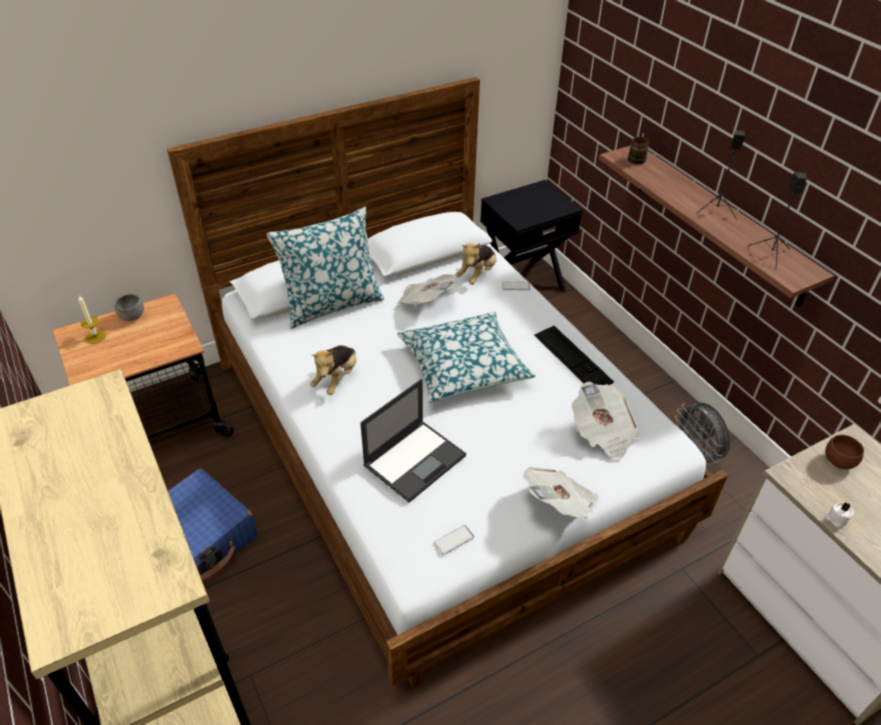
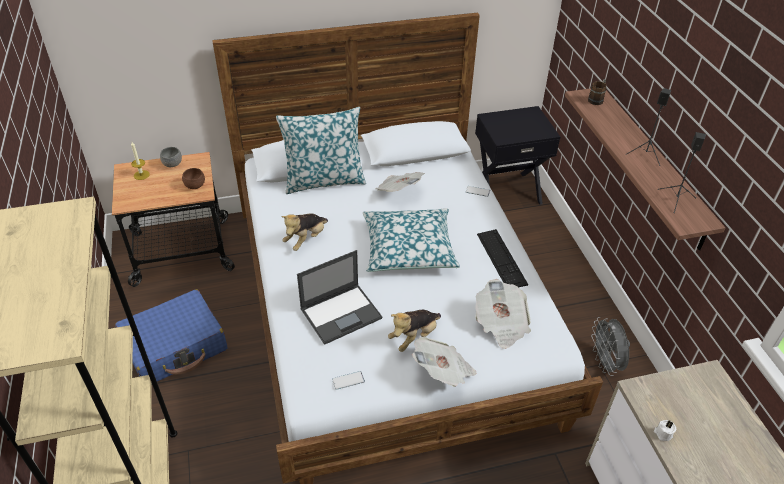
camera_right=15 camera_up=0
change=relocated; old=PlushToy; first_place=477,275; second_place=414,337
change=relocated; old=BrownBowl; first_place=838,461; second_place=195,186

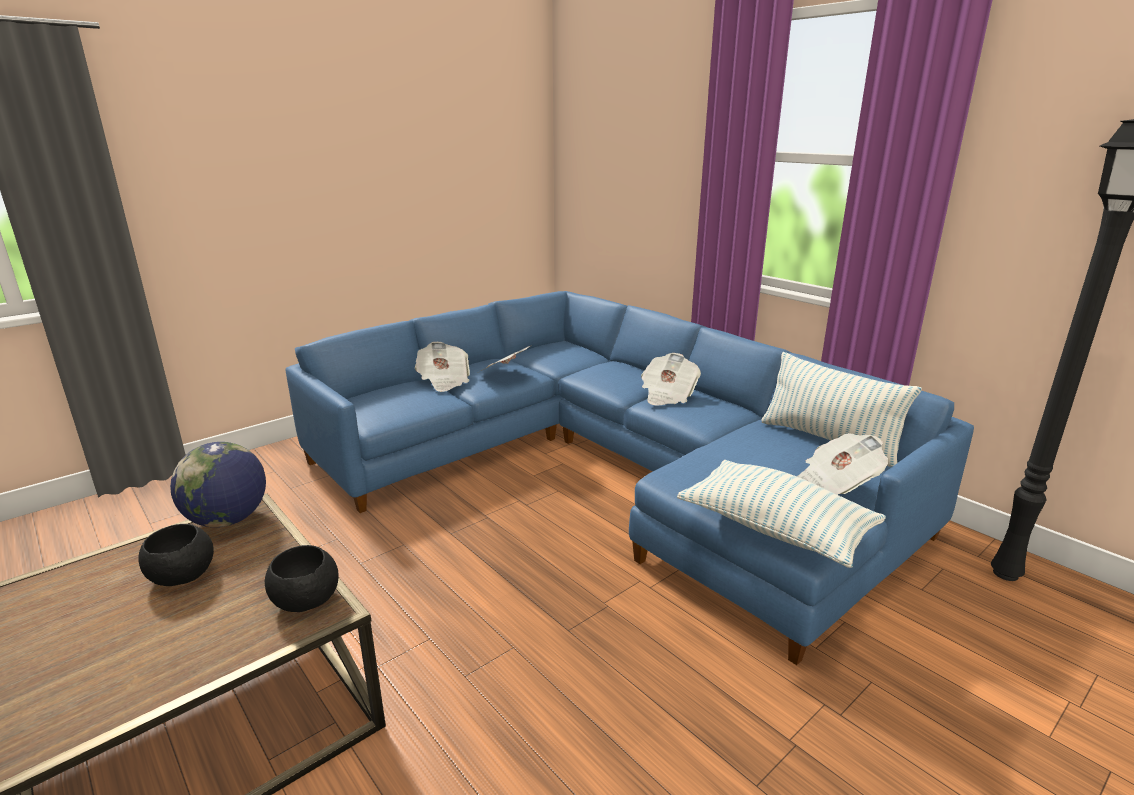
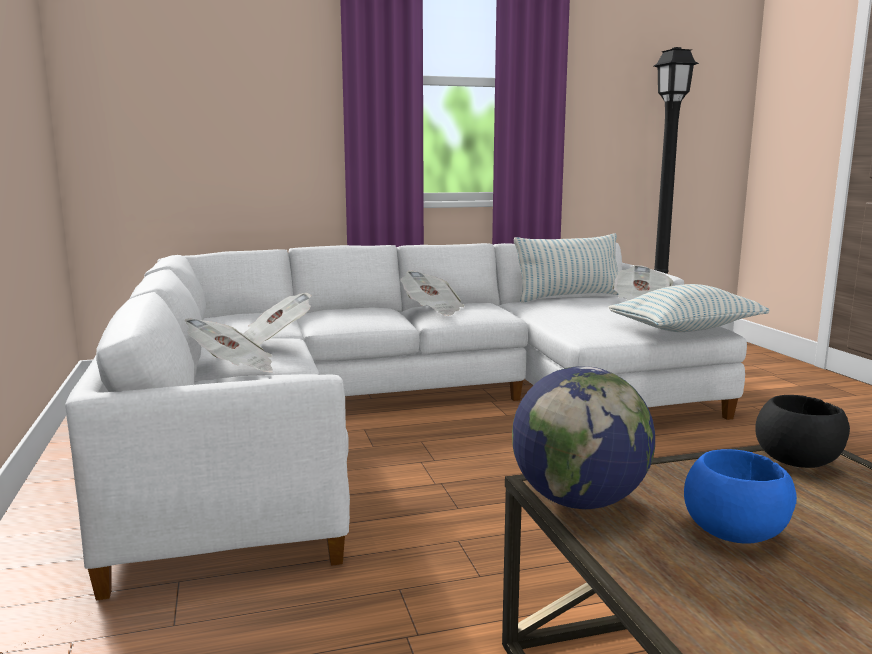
camera_right=-65 camera_up=-10
change=colour; old=BlackBowl; new=BlueBowl; first_place=181,577; second_place=736,534
change=colour; old=BlueSofa; new=WhiteSofa; first_place=609,469; second_place=405,413

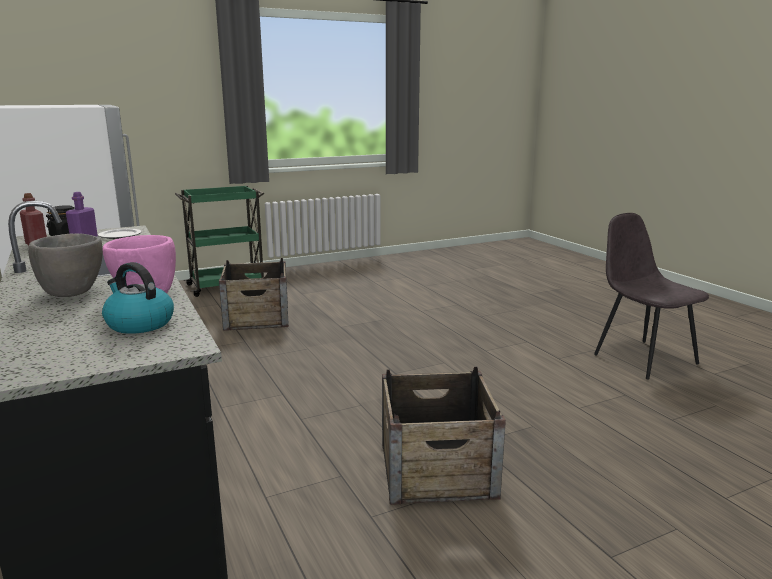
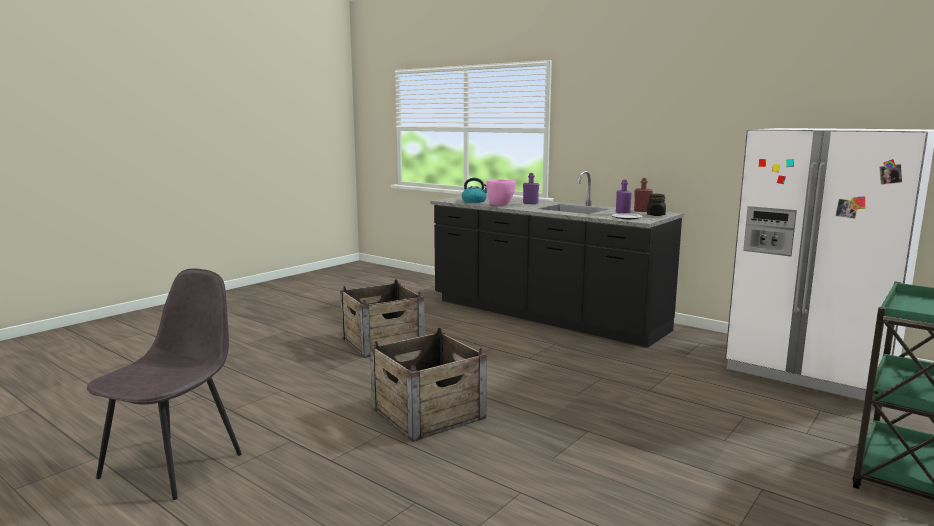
camera_right=155 camera_up=-5
change=exchanged; old=GreyBowl; new=PurpleBottle; first_place=73,293; second_place=530,203
change=relocated; old=Crate; first_place=257,317; second_place=427,413
change=spun; old=GreyChair; first_place=643,358; second_place=175,464; degrees=-105

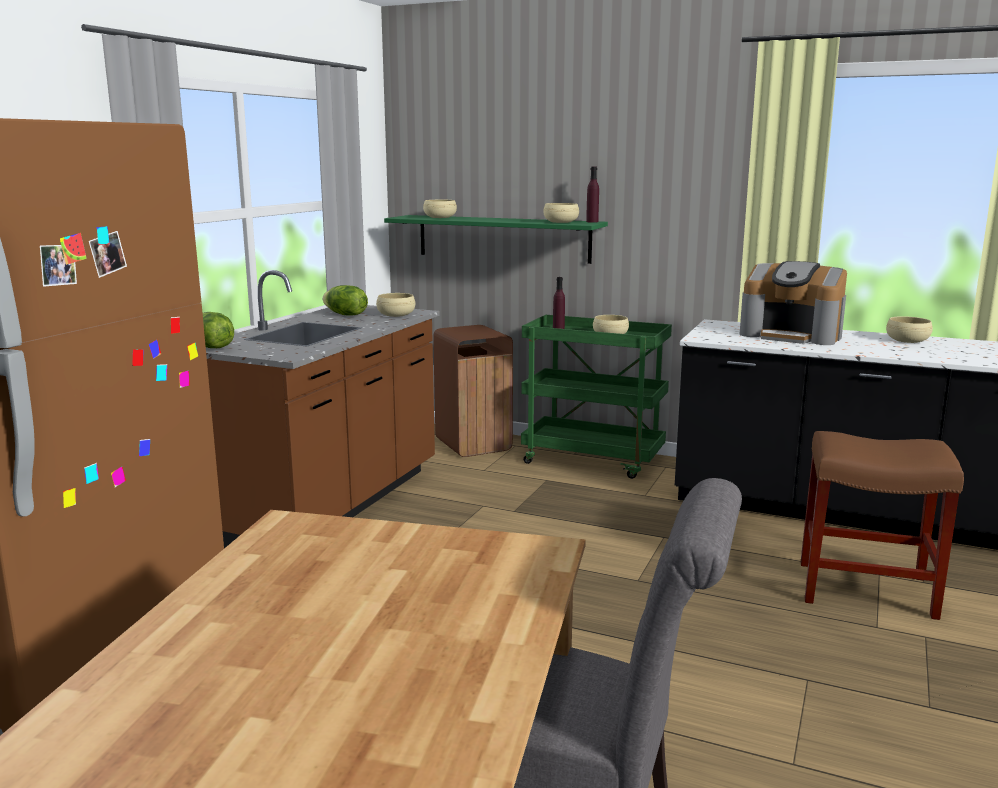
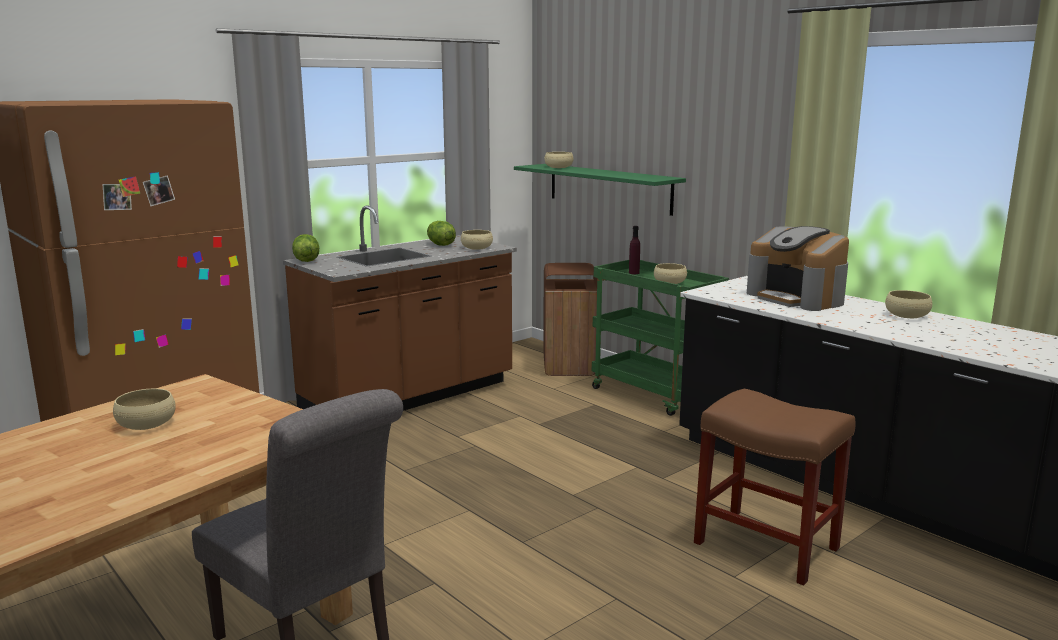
camera_right=25 camera_up=0
change=relocated; old=BeigeBowl; first_place=561,222; second_place=146,424
change=missing; old=PurpleBottle; first_place=592,222

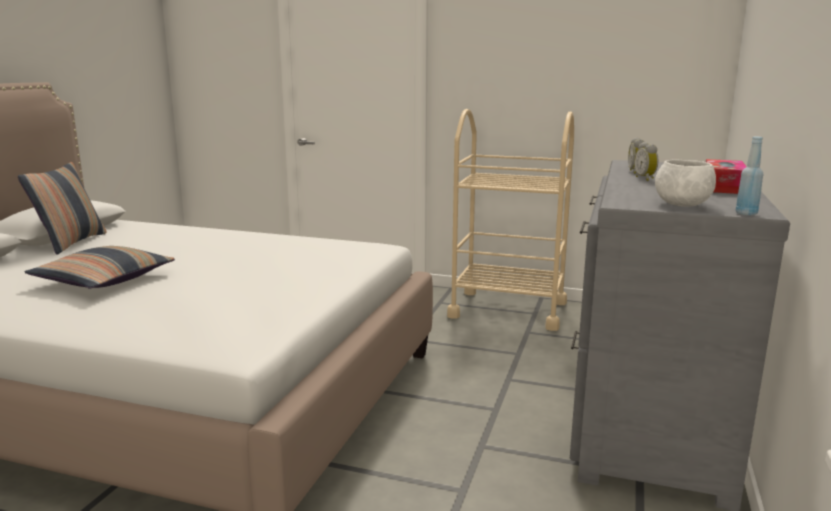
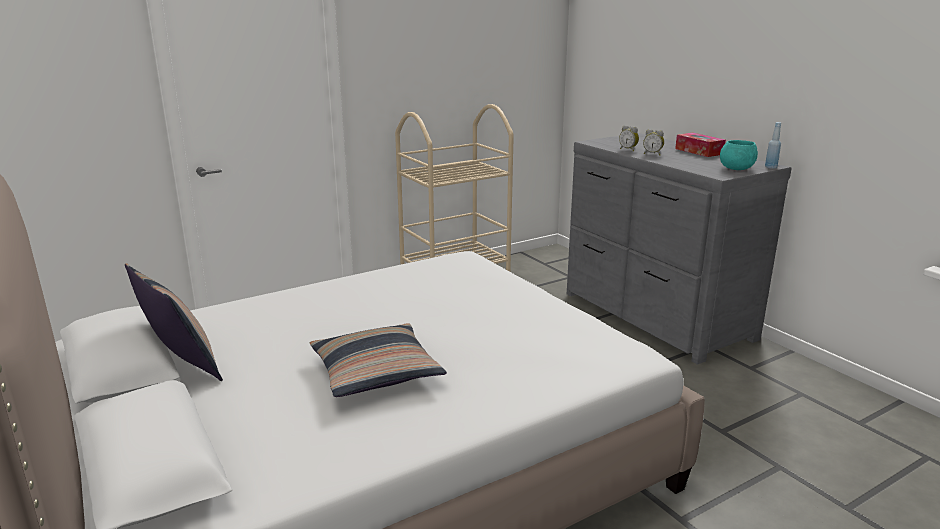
camera_right=-50 camera_up=5
change=colour; old=WhiteBowl; new=TurquoiseBowl; first_place=681,205; second_place=736,169

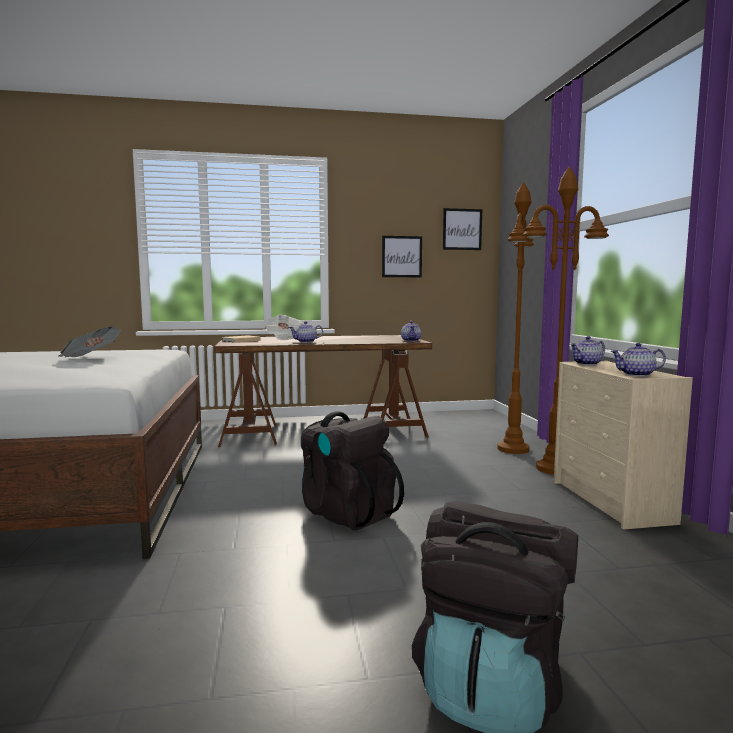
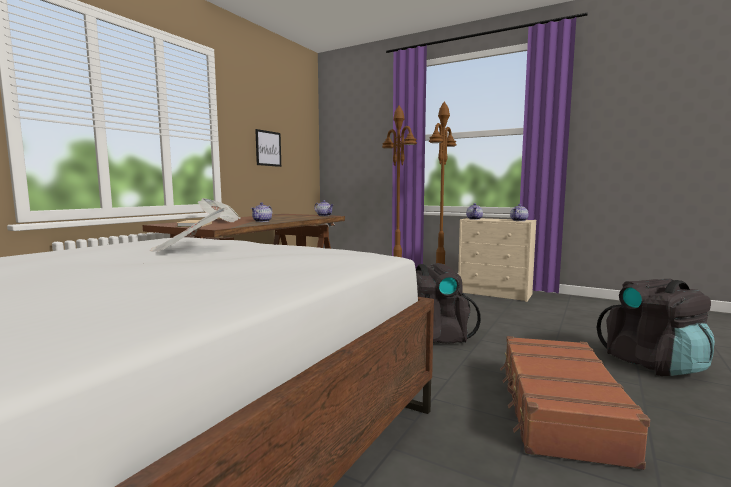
camera_right=-50 camera_up=0
change=missing; old=Picture; first_place=462,229
change=appeared; new=BrownSuitcase; second_place=558,410

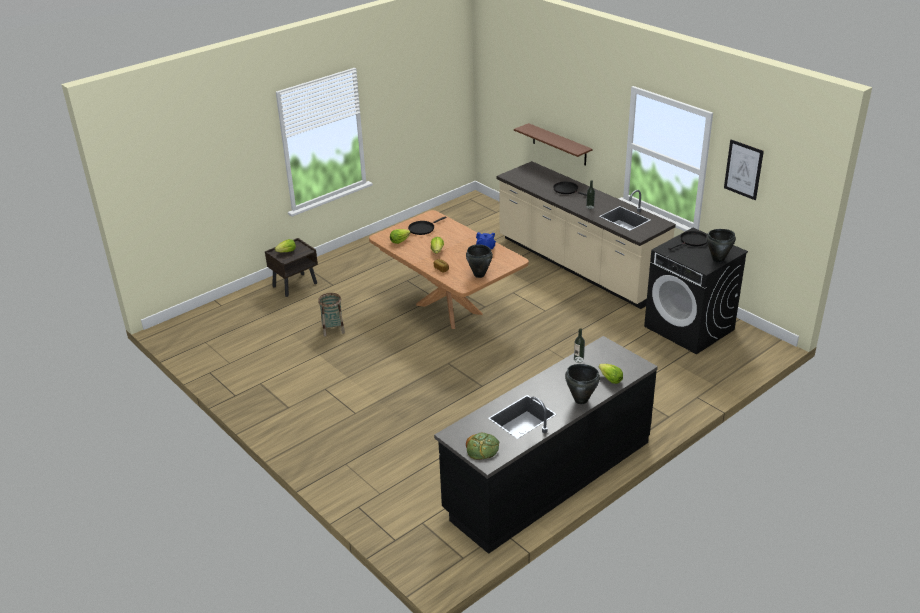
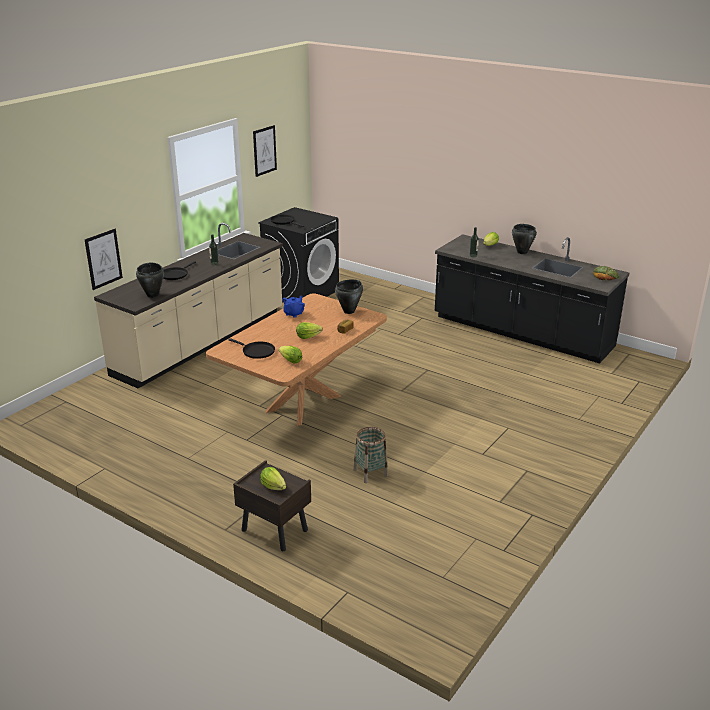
camera_right=-105 camera_up=-5
change=exchanged; old=BrownShelf; new=Picture; first_place=559,144; second_place=103,259
change=relocated; old=BlackCookingPot; first_place=718,259; second_place=153,295

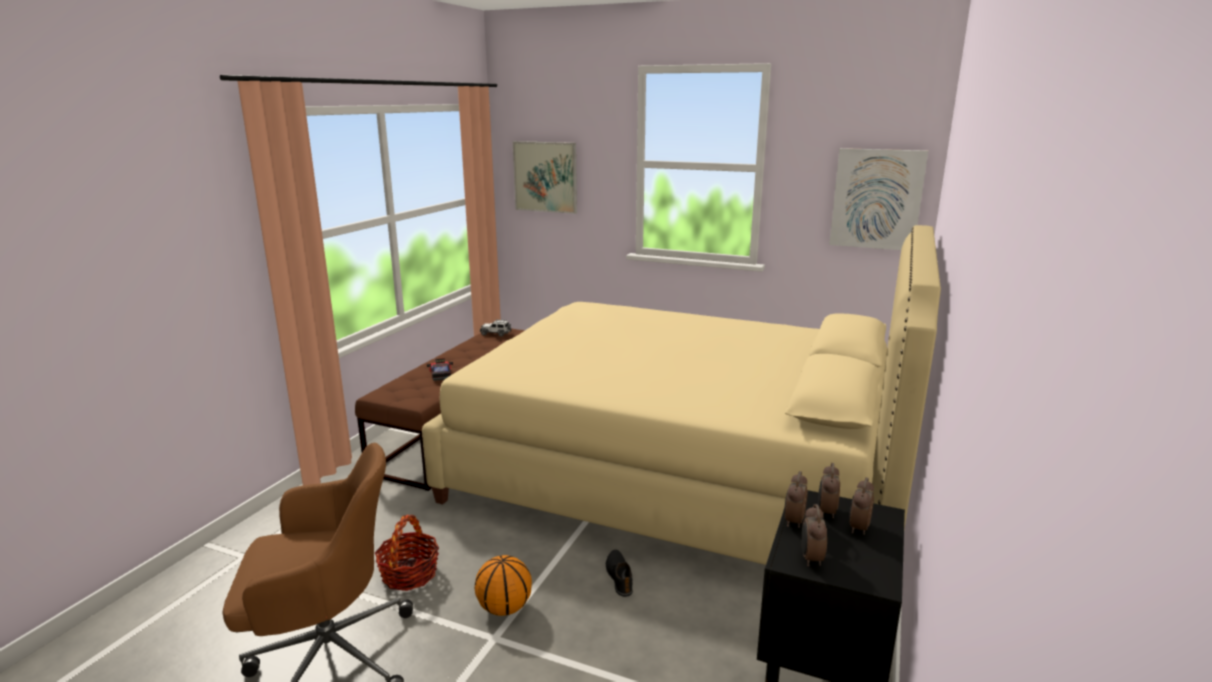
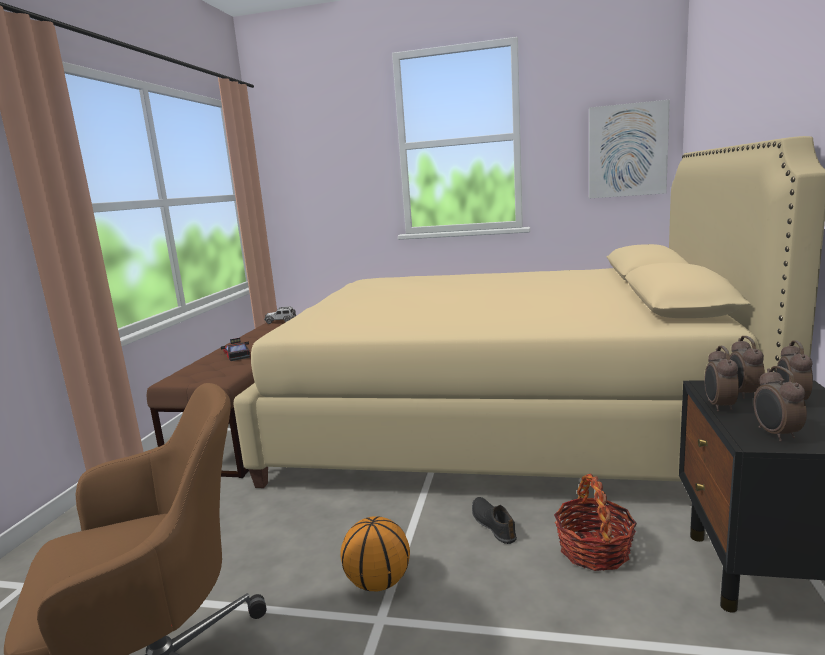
camera_right=-10 camera_up=-5
change=relocated; old=Basket; first_place=409,574; second_place=594,550
change=missing; old=Picture; first_place=545,177

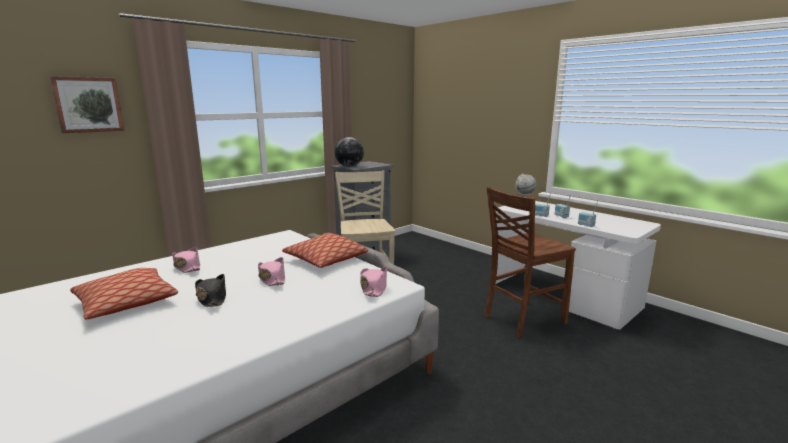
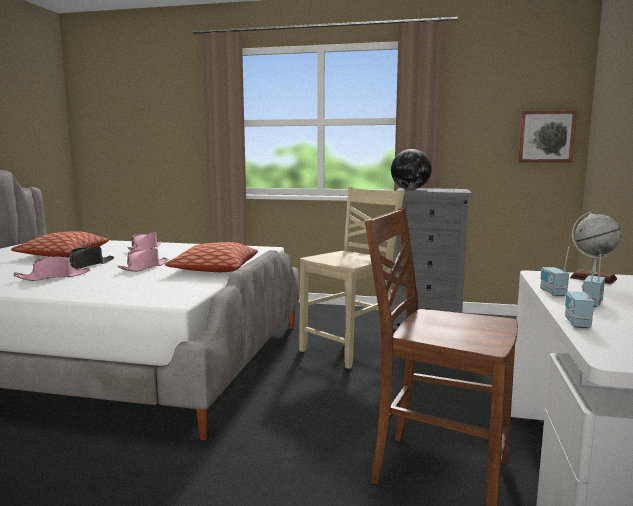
camera_right=55 camera_up=-5
change=relocated; old=Picture; first_place=88,104; second_place=546,136
change=relocated; old=PinkHat; first_place=374,287; second_place=53,277

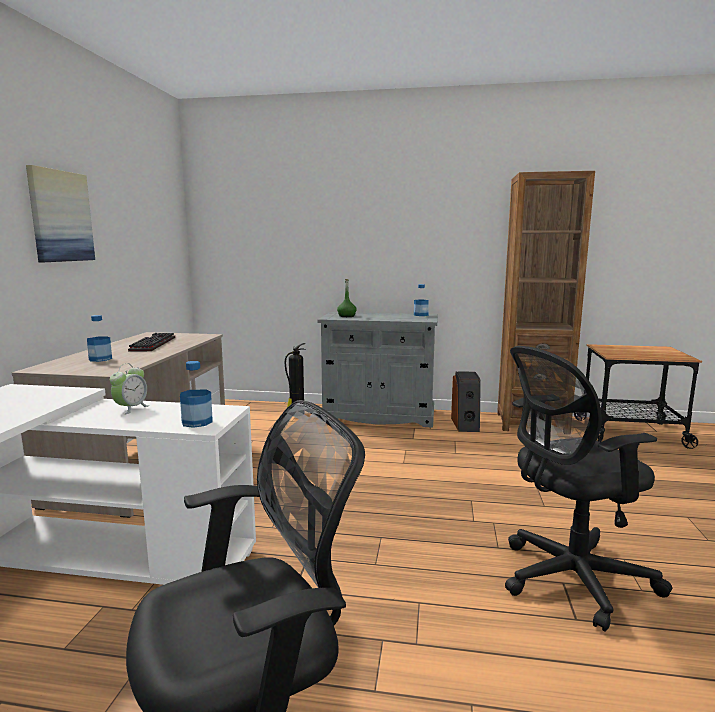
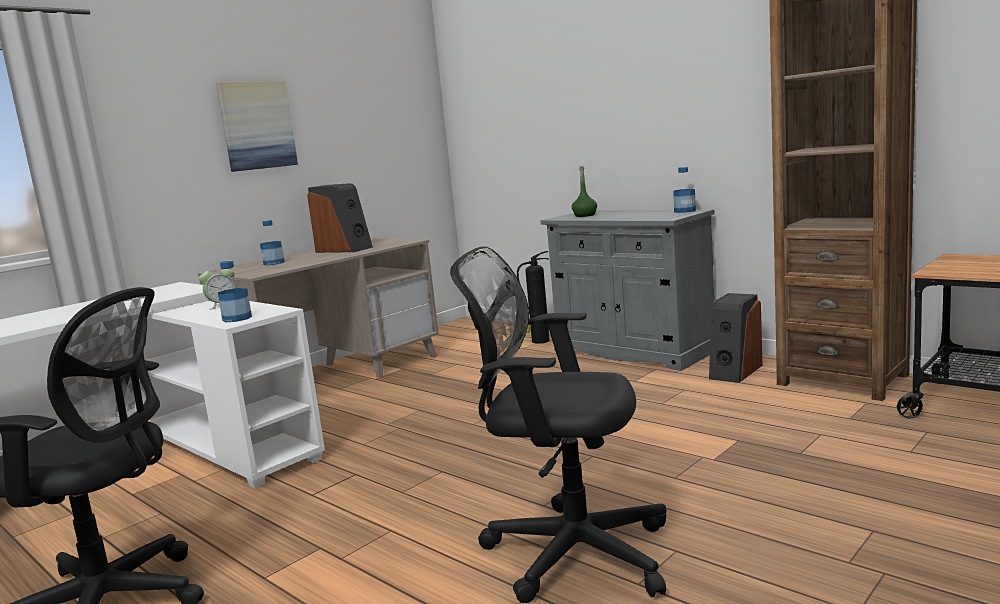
camera_right=35 camera_up=0
change=exchanged; old=Keyboard; new=Speaker; first_place=152,344; second_place=344,249

